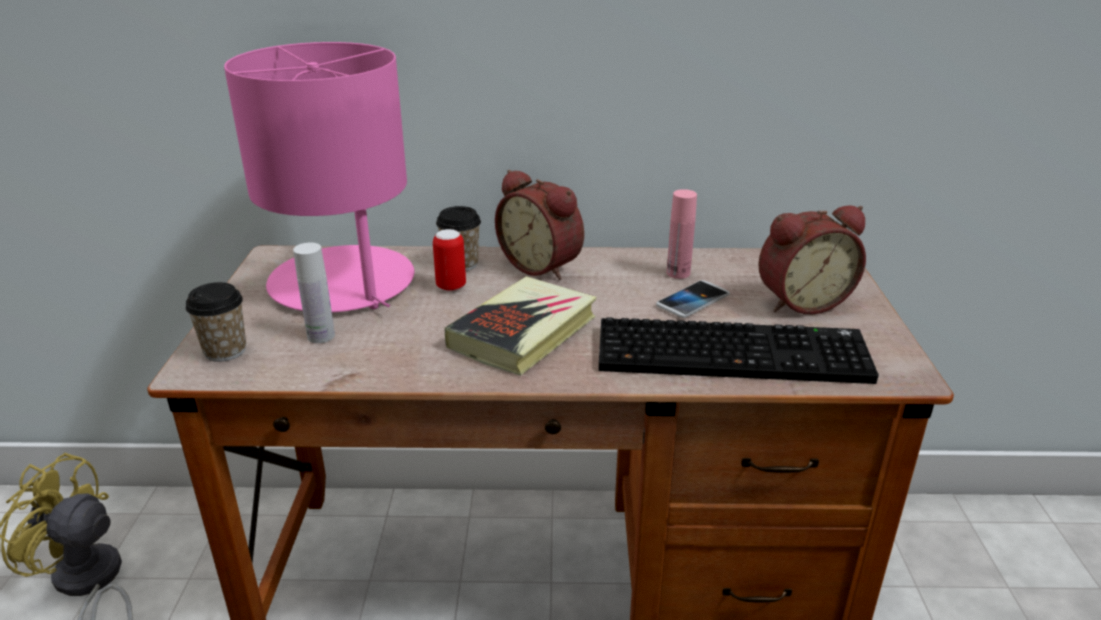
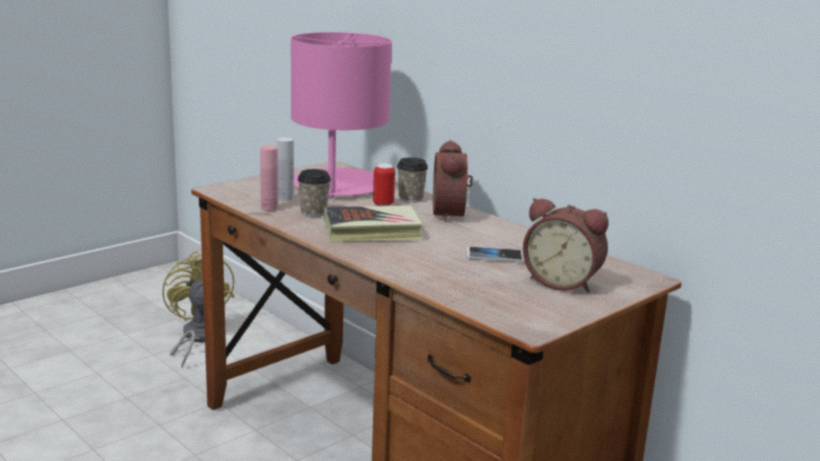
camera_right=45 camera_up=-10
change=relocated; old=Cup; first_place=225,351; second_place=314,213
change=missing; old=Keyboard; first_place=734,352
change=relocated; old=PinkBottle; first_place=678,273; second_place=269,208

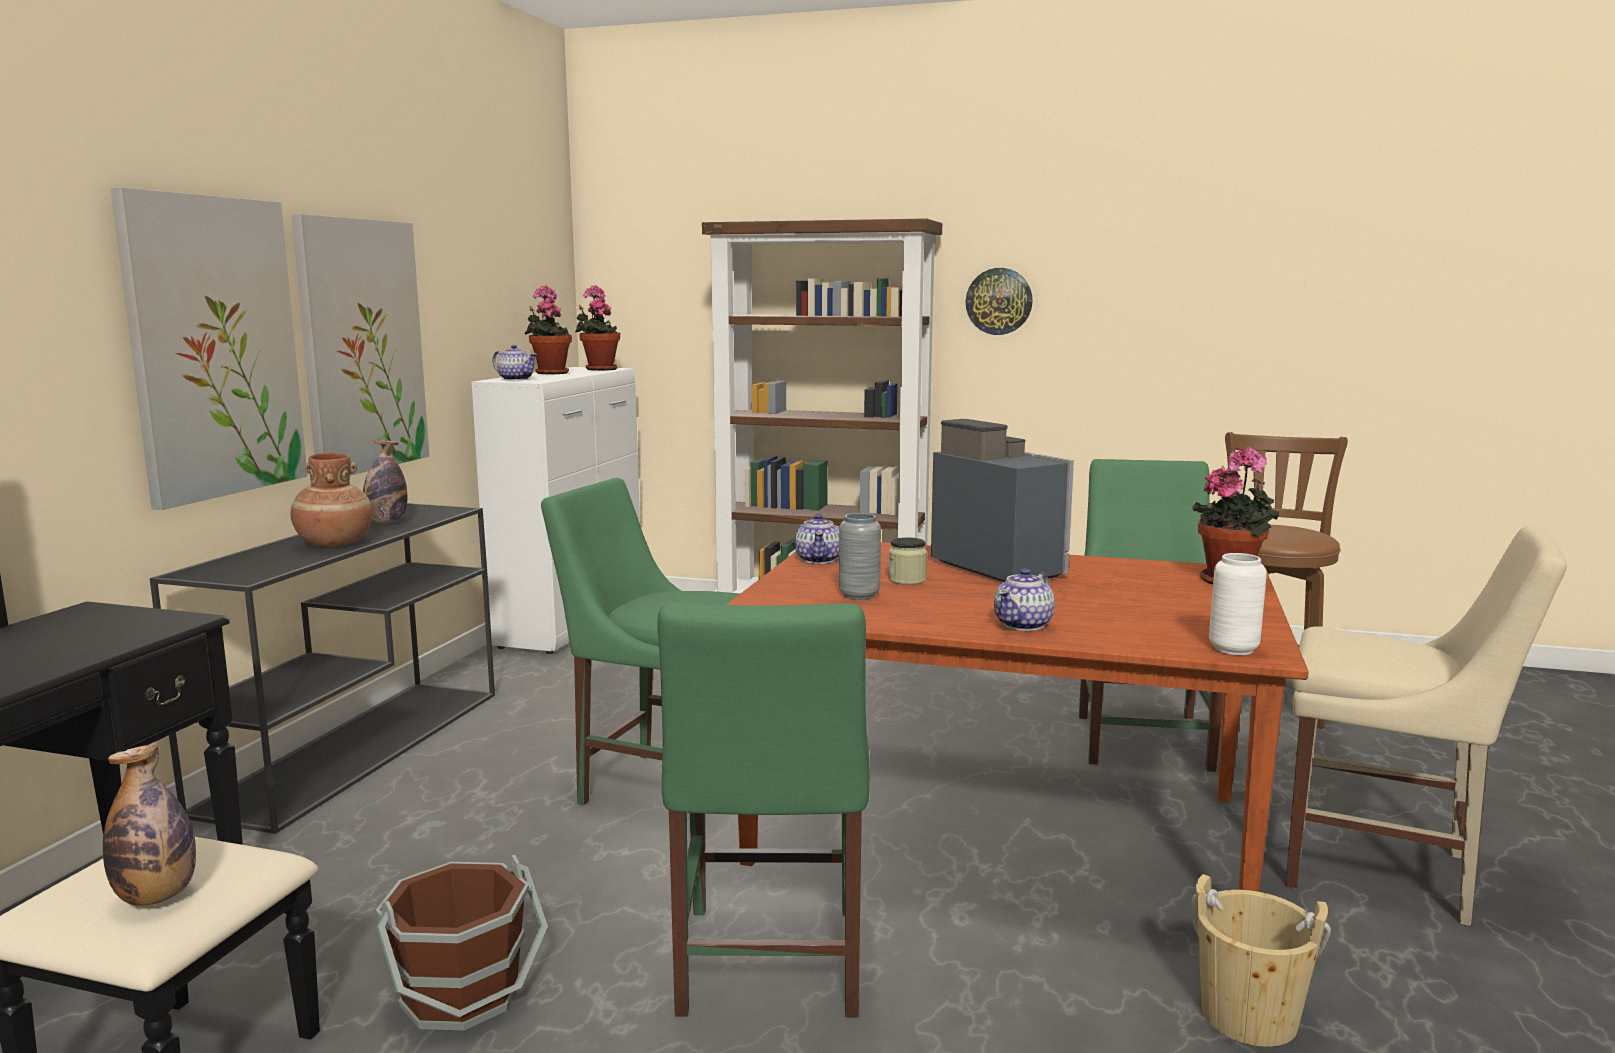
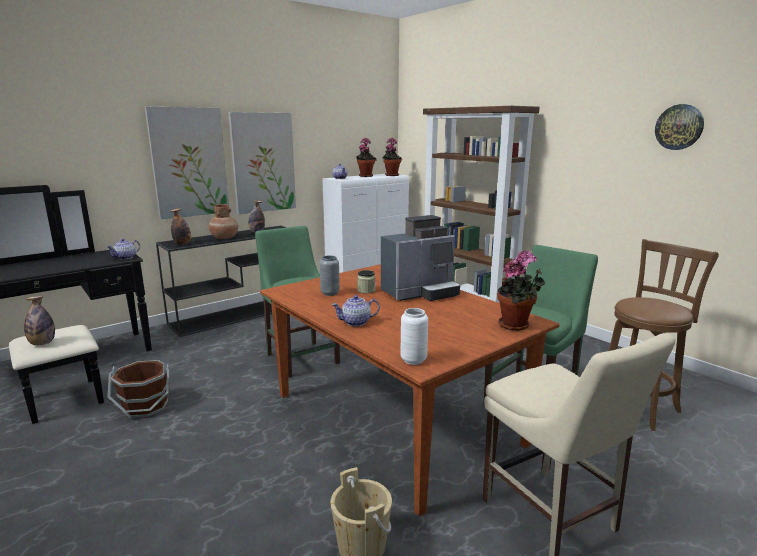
camera_right=35 camera_up=5
change=missing; old=GreenChair; first_place=768,967
change=relocated; old=Teapot; first_place=819,559; second_place=125,257
change=spun; old=CoffeeMachine; first_place=999,567; second_place=421,293; degrees=60
change=relocated; old=WallClock; first_place=999,301; second_place=679,127
change=appeared; new=Bottle; second_place=182,244

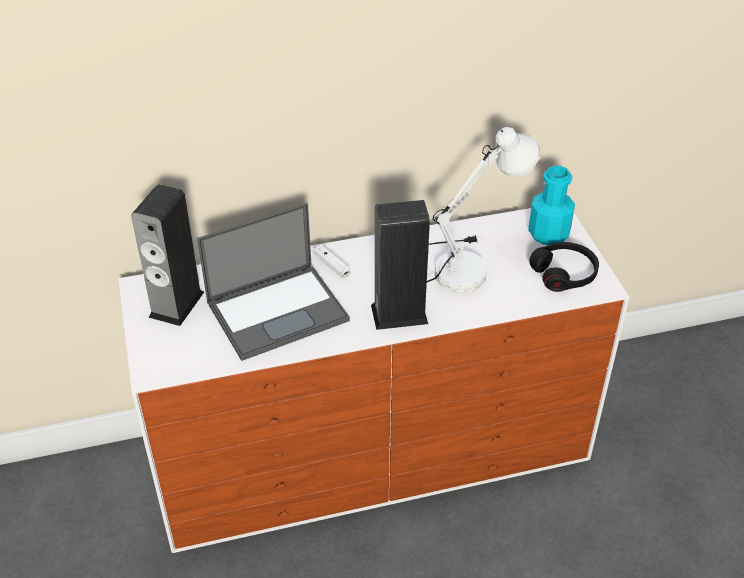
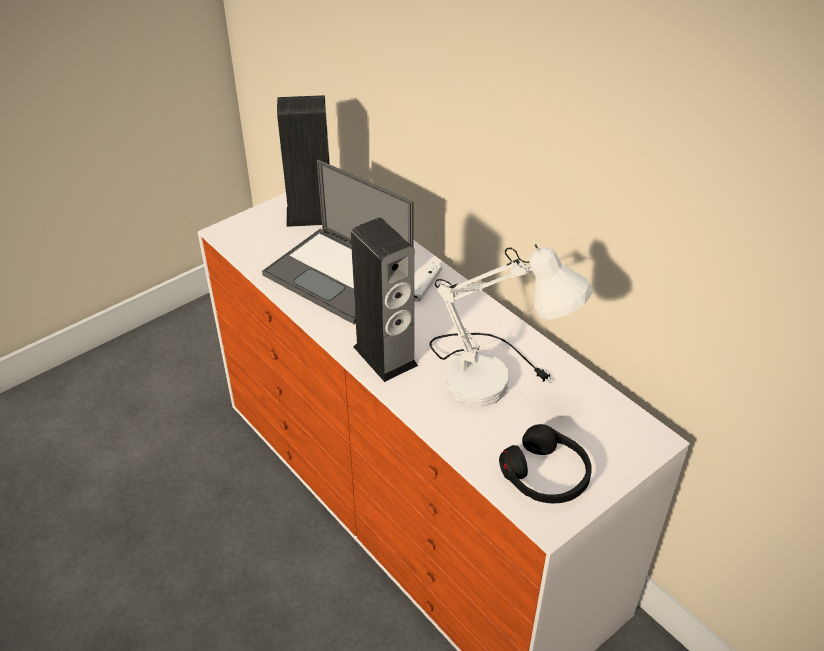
camera_right=65 camera_up=0
change=missing; old=TurquoiseBottle; first_place=548,233

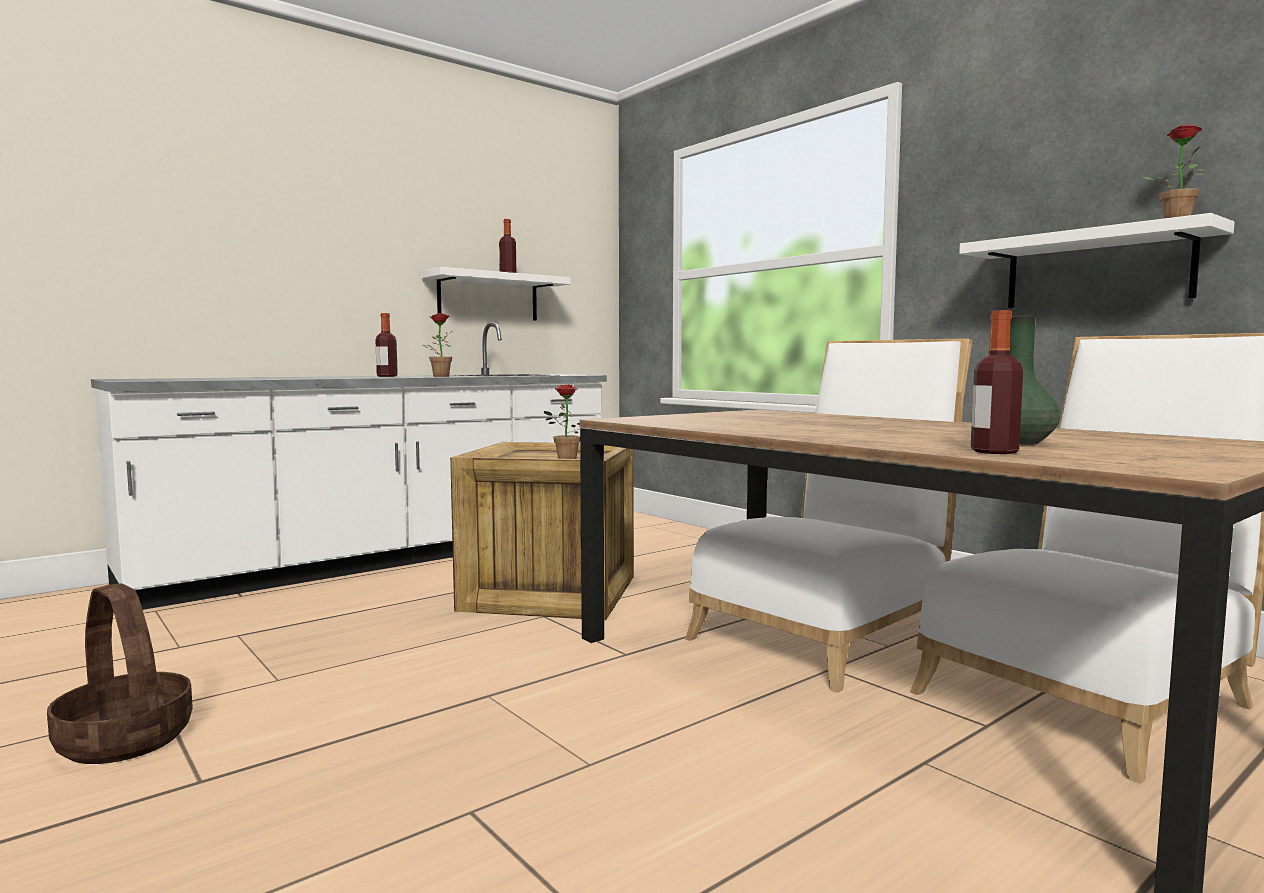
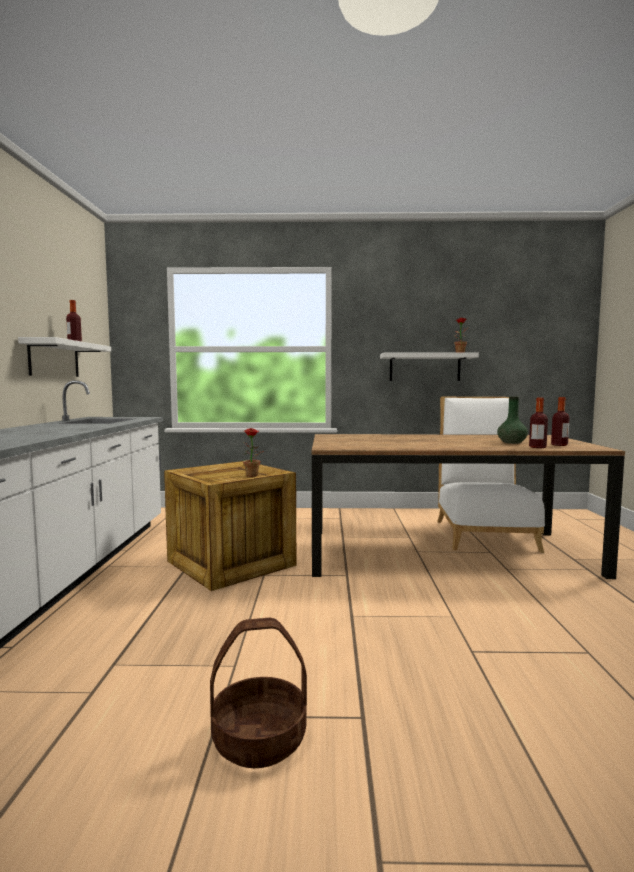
camera_right=-50 camera_up=0
change=relocated; old=Bottle; first_place=387,376; second_place=559,445
change=missing; old=PottedPlant; first_place=439,376
change=missing; old=WhiteChair; first_place=828,633

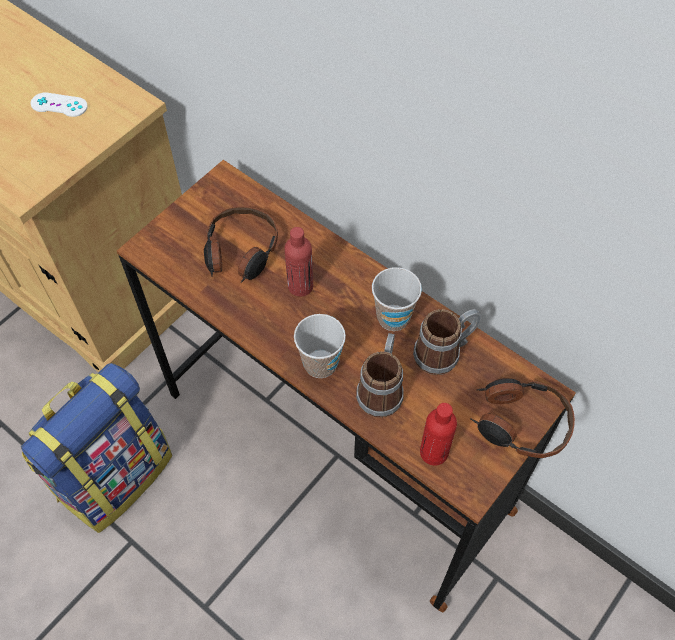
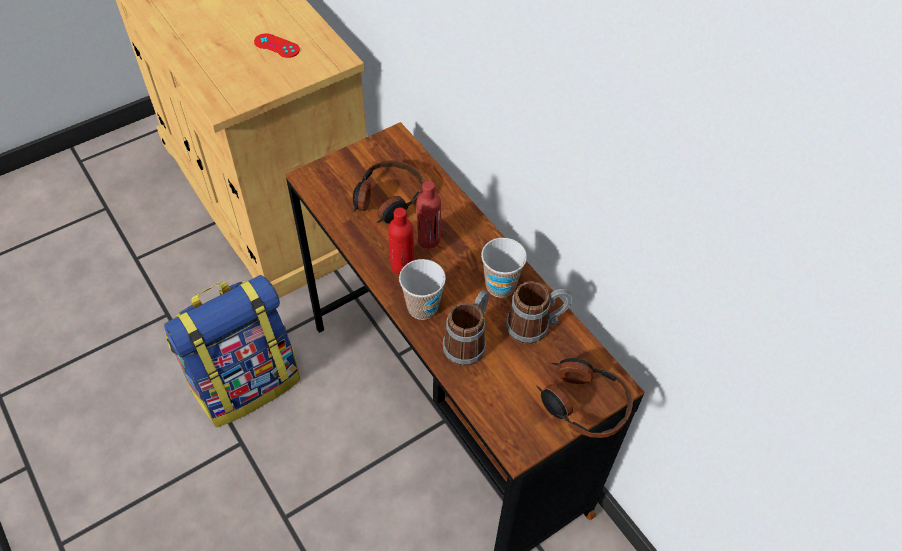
camera_right=15 camera_up=-5
change=colour; old=WhiteGameController; new=RedGameController; first_place=59,105; second_place=277,46
change=relocated; old=RedBottle; first_place=434,452; second_place=402,266

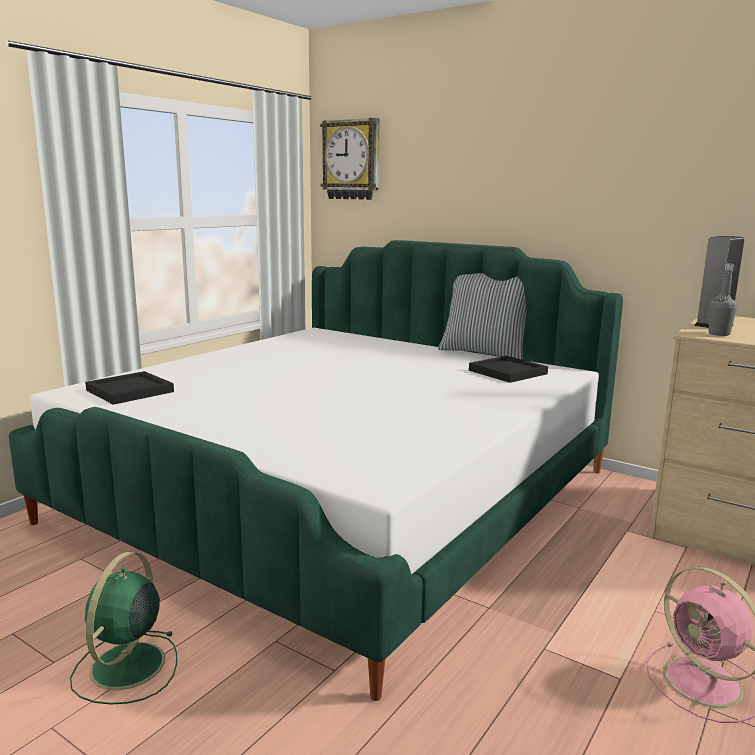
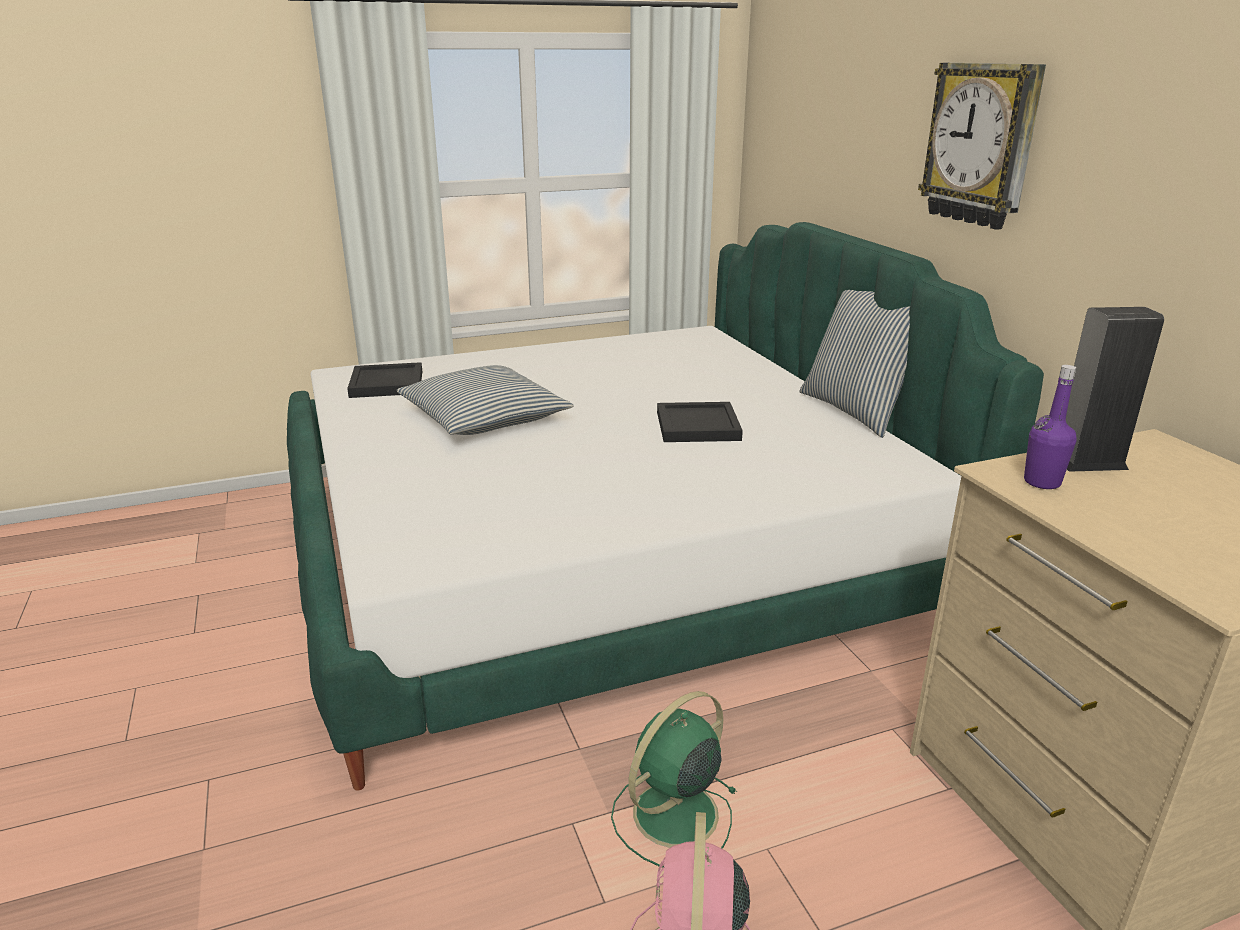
camera_right=35 camera_up=10
change=relocated; old=GreenFan; first_place=126,668; second_place=672,816
change=relocated; old=WallClock; first_place=352,160; second_place=981,144
change=relocated; old=BlackTray; first_place=507,372; second_place=696,426
change=colour; old=GreyBottle; new=PurpleBottle; first_place=719,334; second_place=1042,482
change=appeared; new=Pillow; second_place=484,417

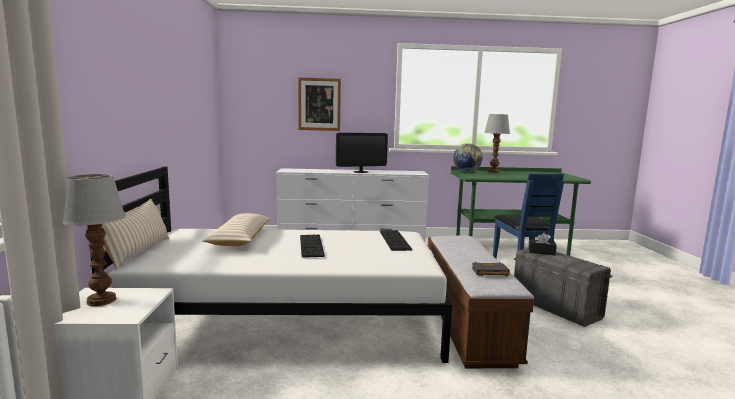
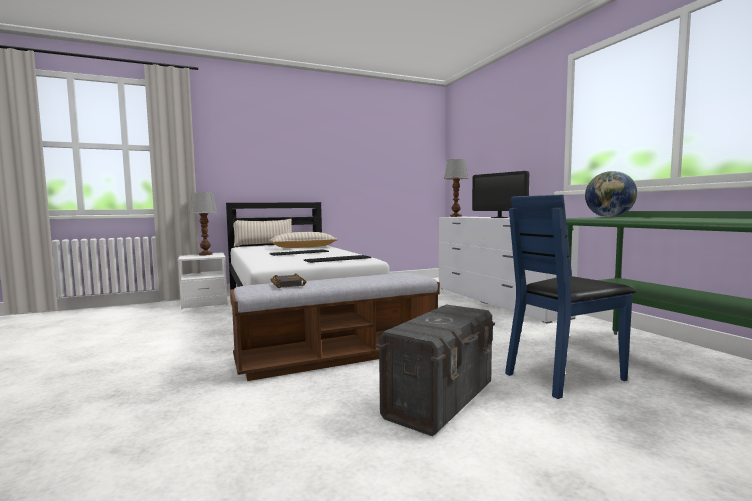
camera_right=70 camera_up=-5
change=missing; old=Picture; first_place=319,104
change=relocated; old=TableLamp; first_place=494,172; second_place=455,216
change=missing; old=BlackTissueBox; first_place=541,252

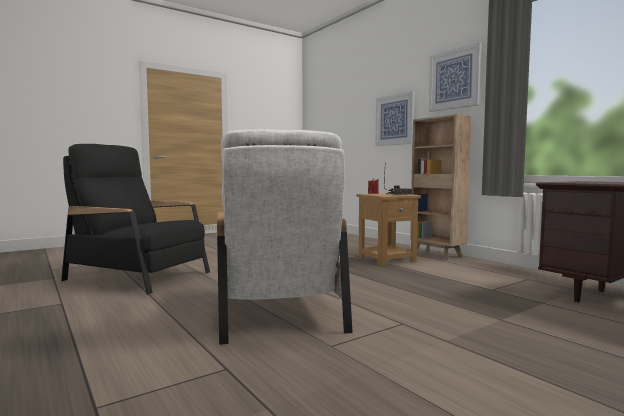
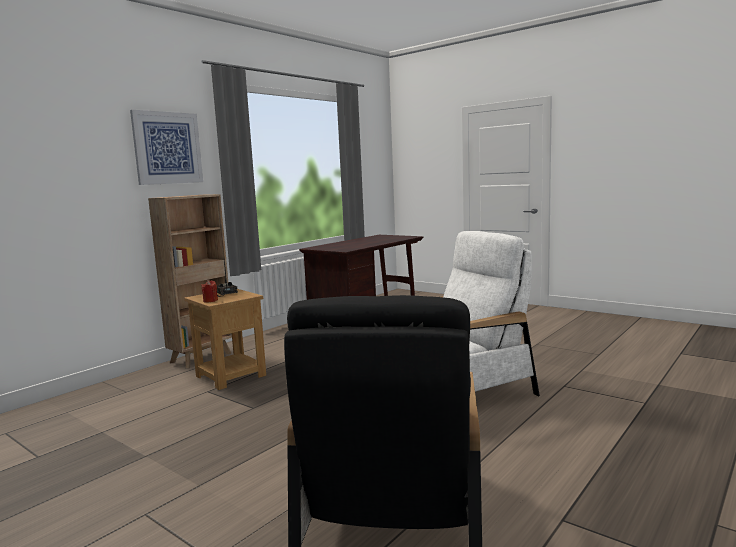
camera_right=-105 camera_up=5
change=missing; old=Picture; first_place=394,120

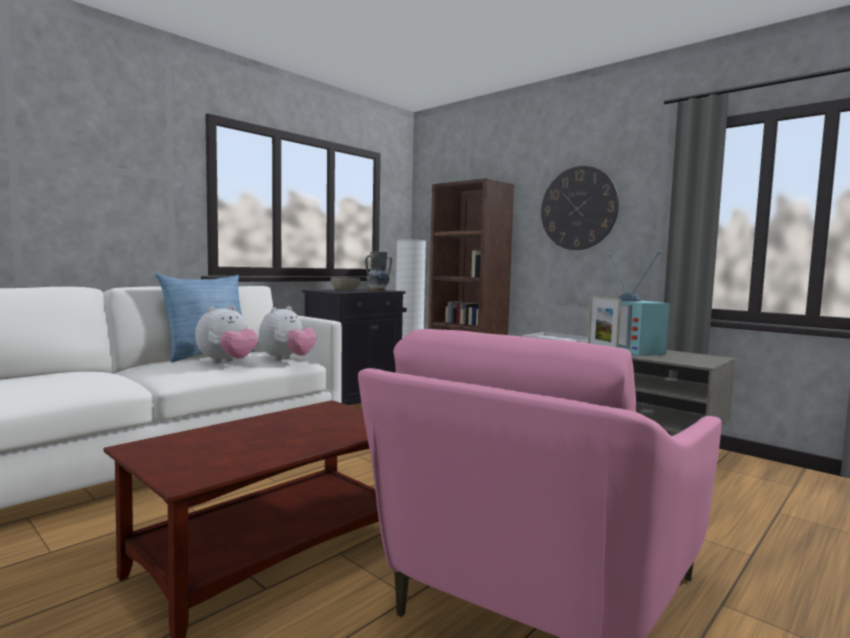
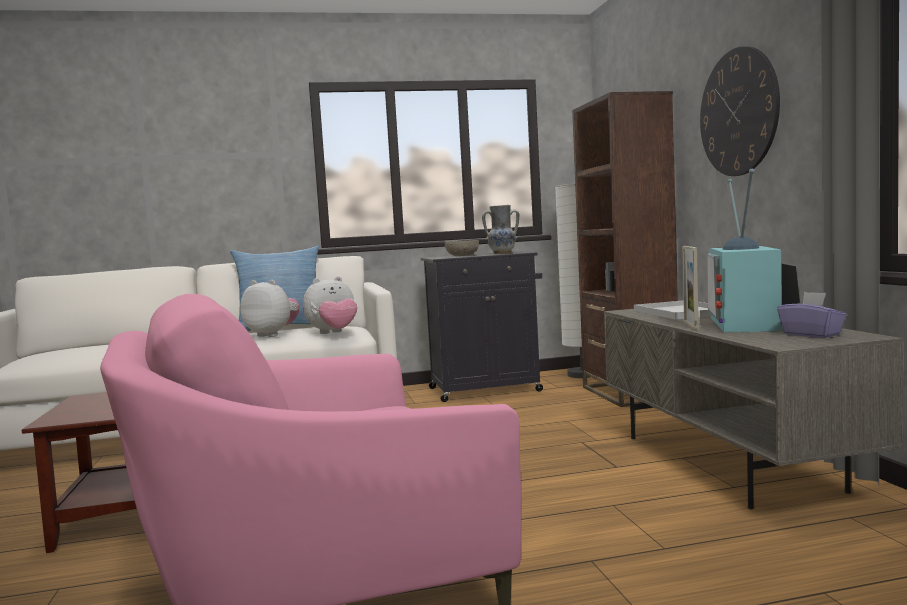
camera_right=35 camera_up=0
change=spun; old=PlushToy; first_place=227,362; second_place=272,335; degrees=-135
change=appeared; new=PurpleTissueBox; second_place=811,334

